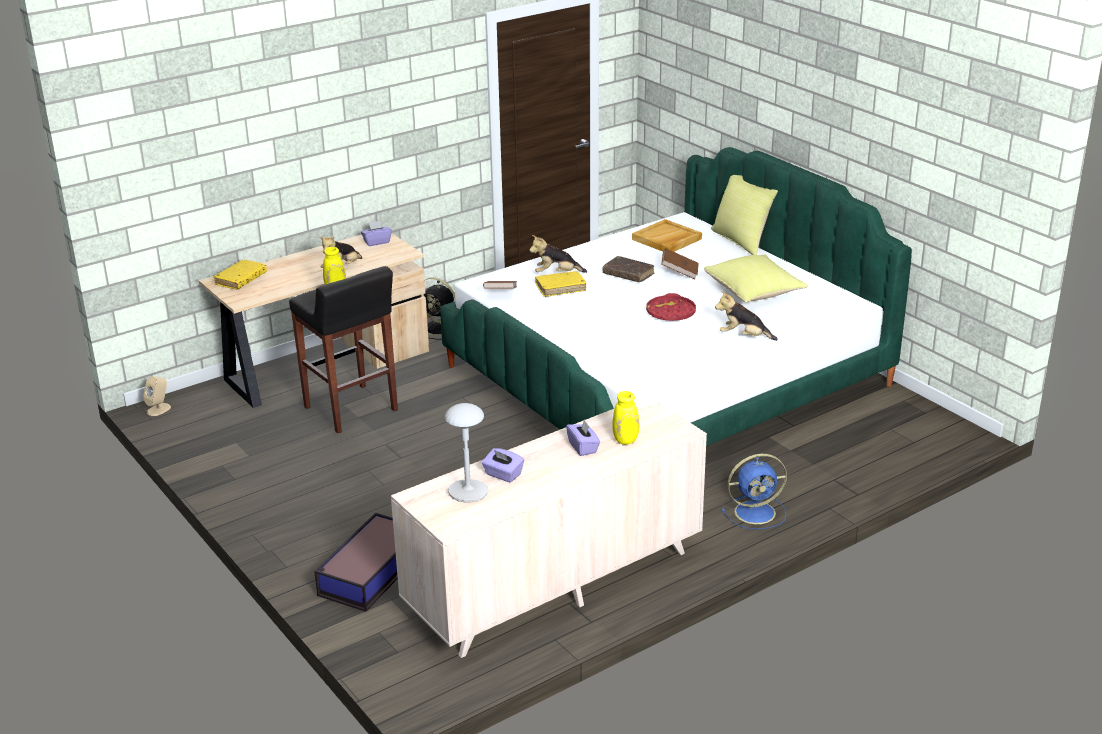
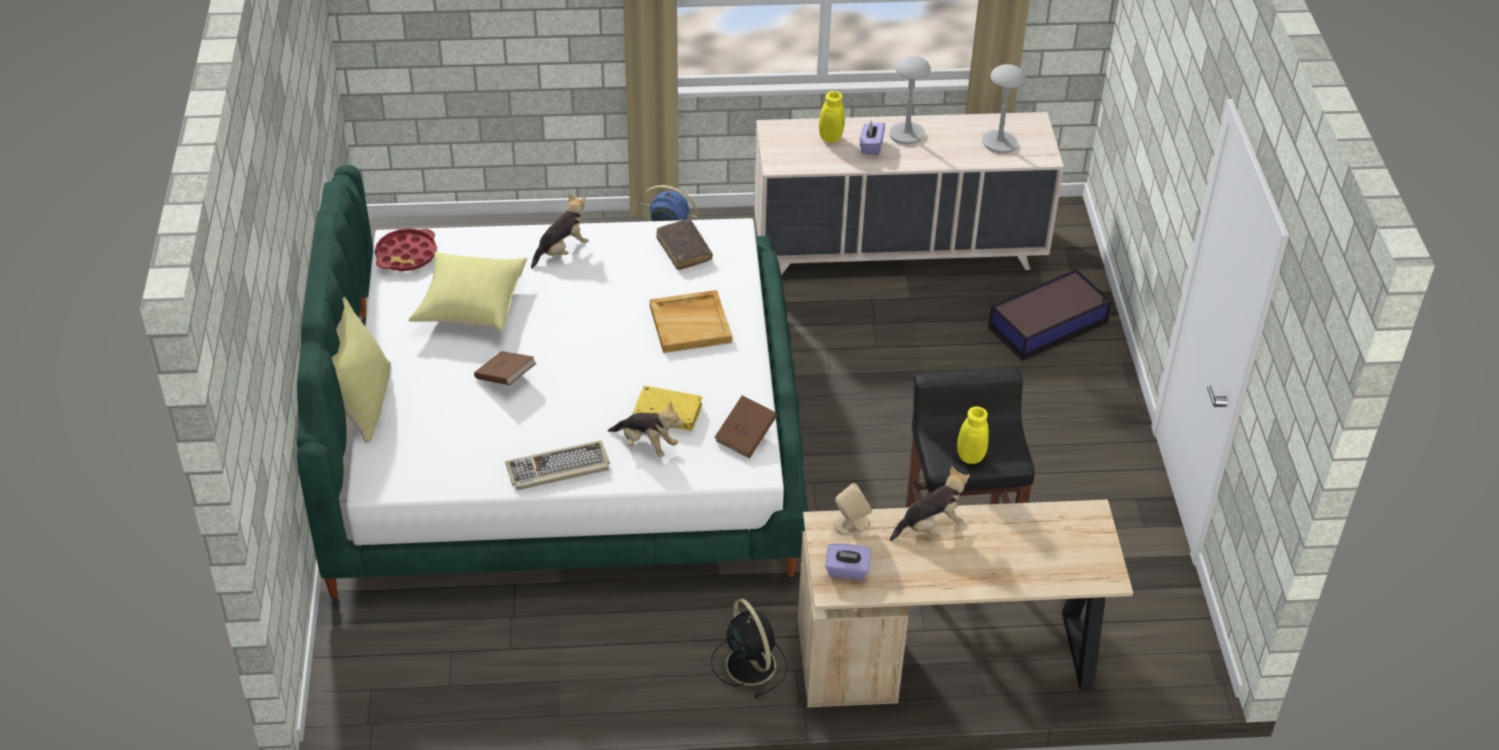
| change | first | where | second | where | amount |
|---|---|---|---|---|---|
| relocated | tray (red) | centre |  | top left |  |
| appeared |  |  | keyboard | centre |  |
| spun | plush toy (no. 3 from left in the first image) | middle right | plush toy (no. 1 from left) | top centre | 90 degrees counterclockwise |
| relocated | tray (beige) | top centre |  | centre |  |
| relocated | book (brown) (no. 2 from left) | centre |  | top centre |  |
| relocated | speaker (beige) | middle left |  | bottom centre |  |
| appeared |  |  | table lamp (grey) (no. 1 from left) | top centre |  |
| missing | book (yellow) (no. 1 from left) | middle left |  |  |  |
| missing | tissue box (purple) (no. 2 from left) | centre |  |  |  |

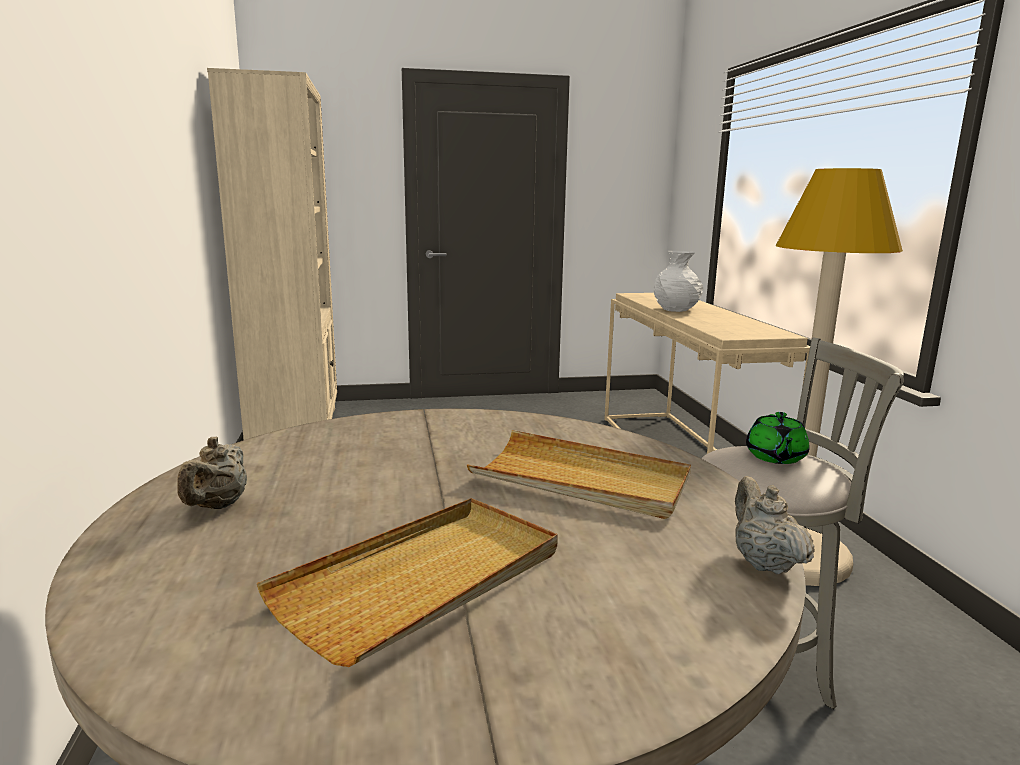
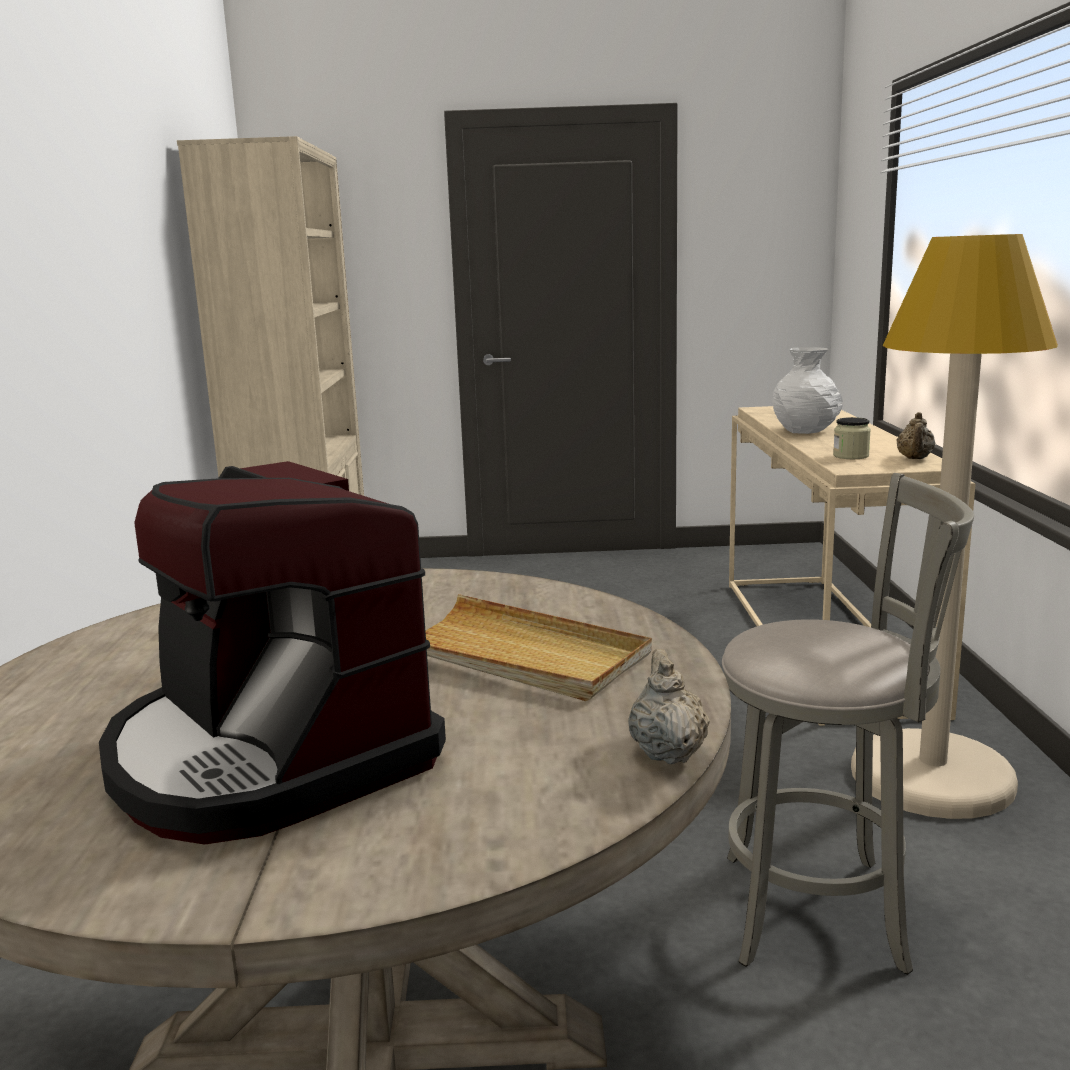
| change | first | where | second | where | amount |
|---|---|---|---|---|---|
| exchanged | tray (beige) (no. 1 from left) | bottom centre | coffee machine | middle left |  |
| appeared |  |  | jar | middle right |  |
| relocated | teapot (beige) (no. 1 from left in the first image) | middle left | teapot (beige) (no. 2 from left) | middle right |  |
| missing | teapot (green) | middle right |  |  |  |

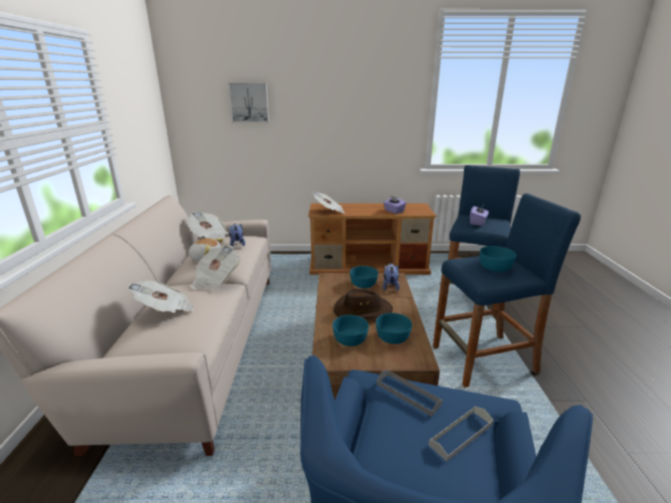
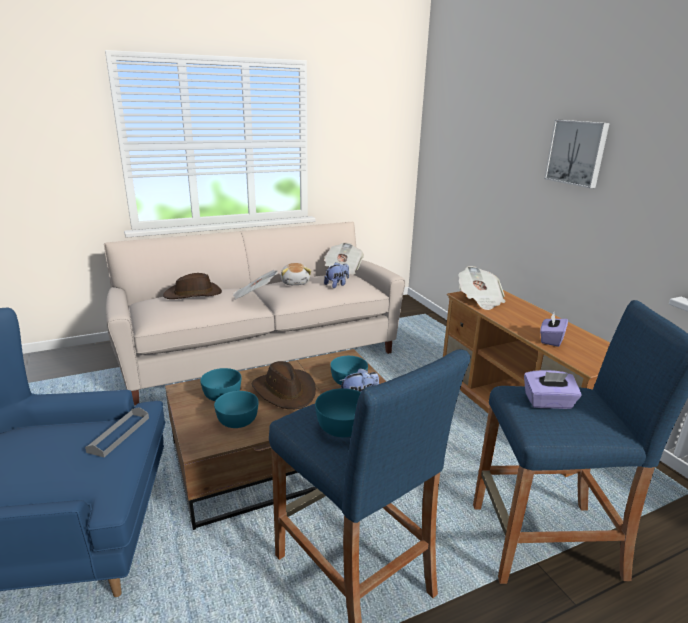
| change | first | where | second | where | amount |
|---|---|---|---|---|---|
| exchanged | newspaper (no. 1 from left) | middle left | hat (brown) (no. 1 from left) | middle left |  |
| relocated | picture | top centre |  | top right |  |
| missing | tray (grey) (no. 2 from left) | bottom right |  |  |  |

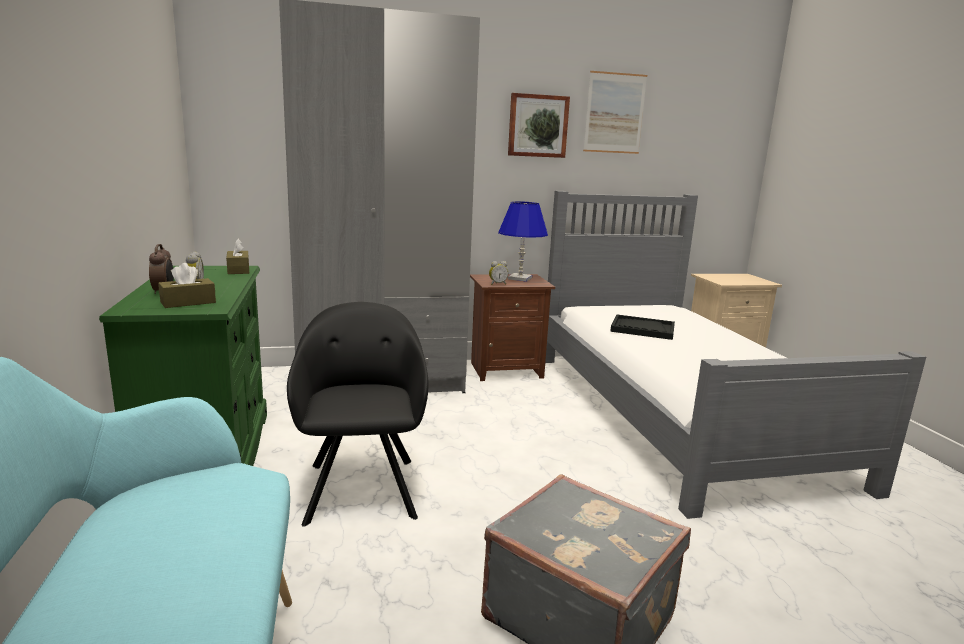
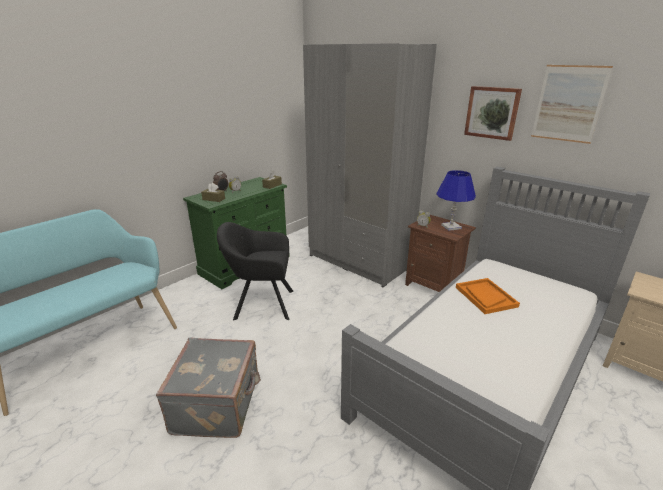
| change | first | where | second | where | amount |
|---|---|---|---|---|---|
| spun | armchair (black) | centre |  | centre | 135 degrees counterclockwise |
| colour | tray (black) | centre | tray (orange) | middle right |  |

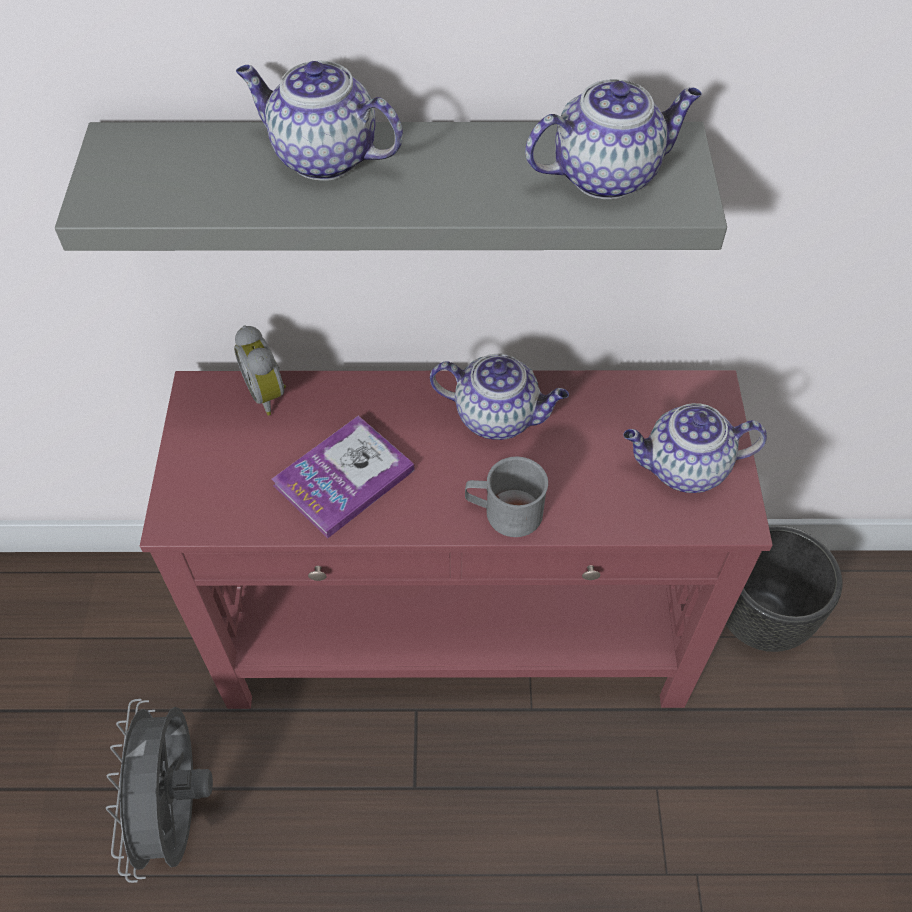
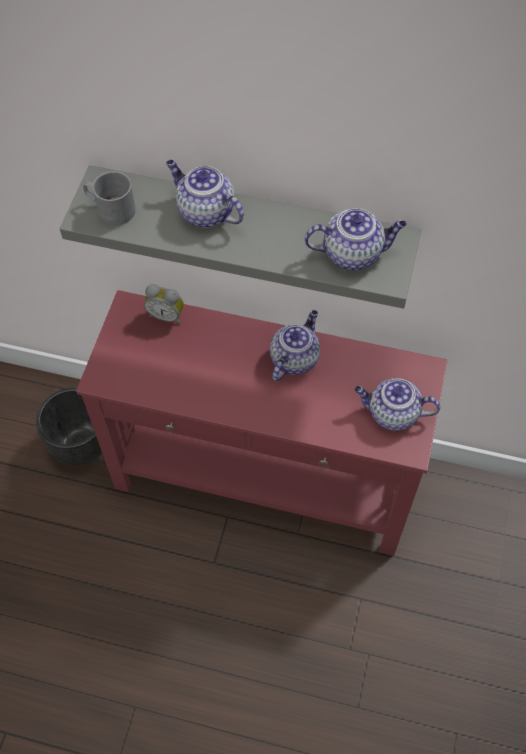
| change | first | where | second | where | amount |
|---|---|---|---|---|---|
| relocated | planter (black) | middle right |  | middle left |  |
| relocated | mug (grey) | centre |  | top left |  |
| spun | alarm clock | middle left |  | middle left | 60 degrees counterclockwise |
| spun | teapot (no. 2 from left) | centre |  | centre | 90 degrees counterclockwise |
| missing | fan (grey) | bottom left |  |  |  |
| missing | book | centre |  |  |  |

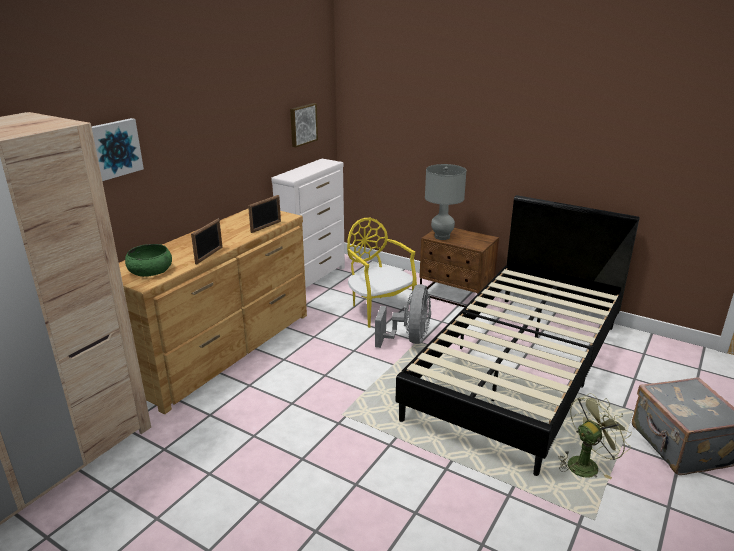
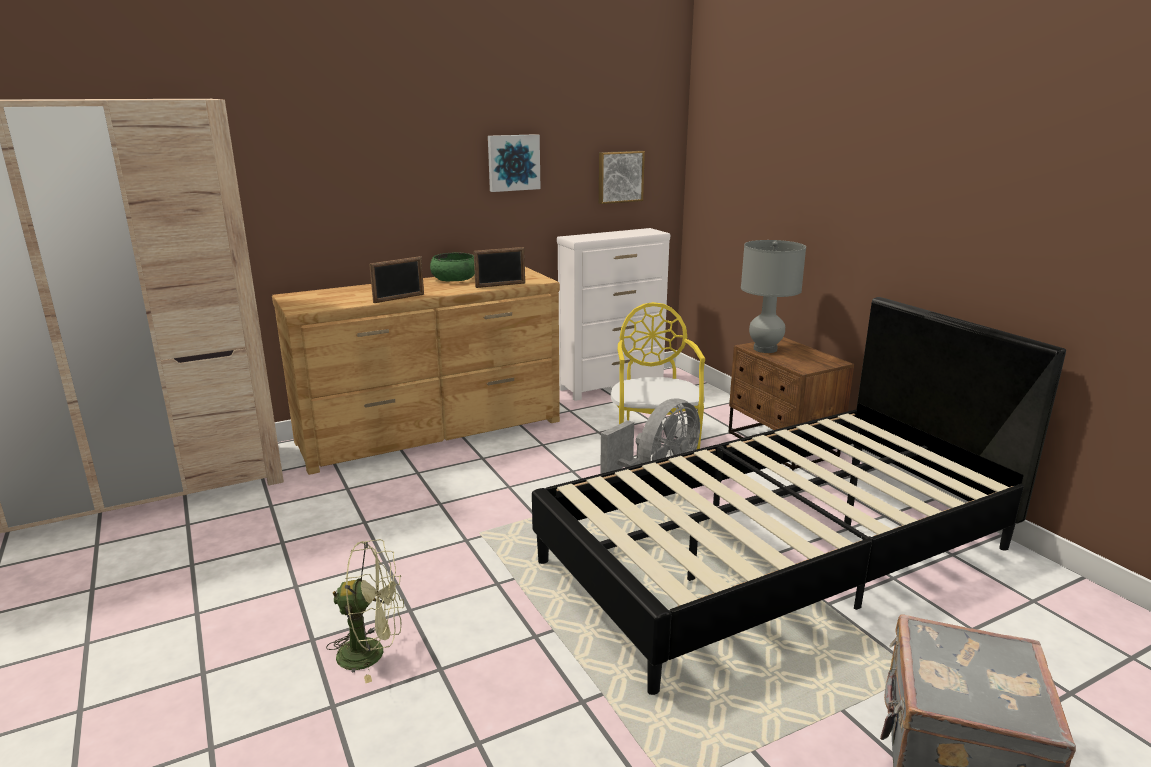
| change | first | where | second | where | amount |
|---|---|---|---|---|---|
| relocated | fan (green) | bottom right |  | bottom left |  |
| relocated | bowl (green) | middle left |  | centre |  |
| relocated | picture (no. 1 from left) | top left |  | top centre |  |

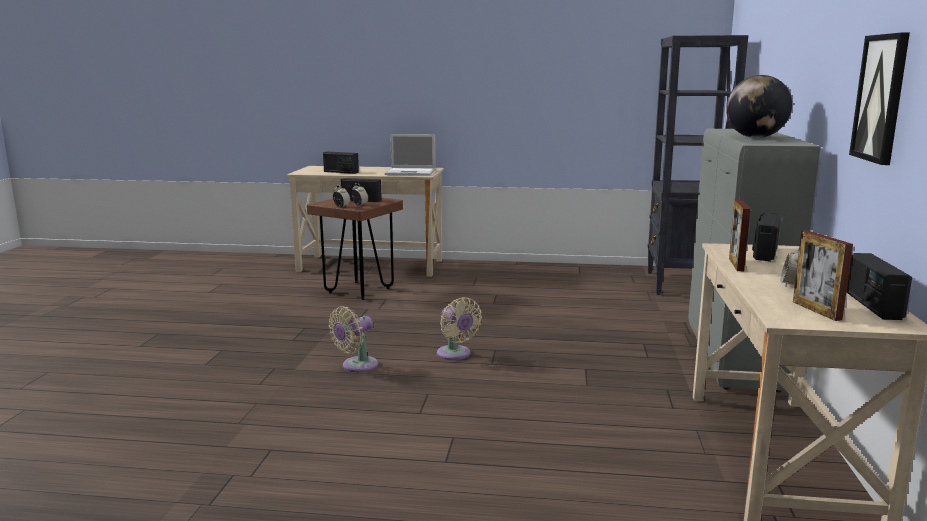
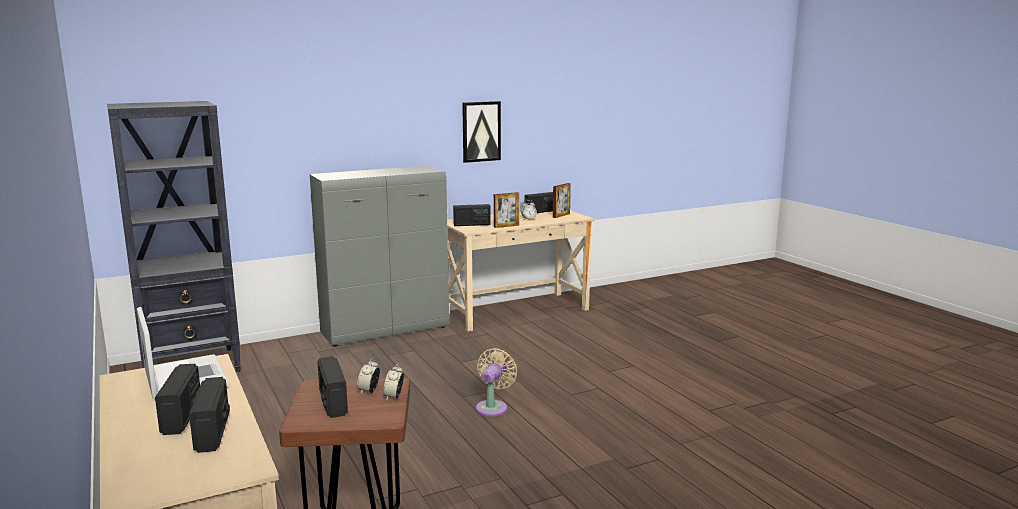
| change | first | where | second | where | amount |
|---|---|---|---|---|---|
| appeared |  |  | radio (no. 1 from left) | bottom left |  |
| missing | fan (beige) (no. 1 from left) | centre |  |  |  |
| missing | globe | top right |  |  |  |

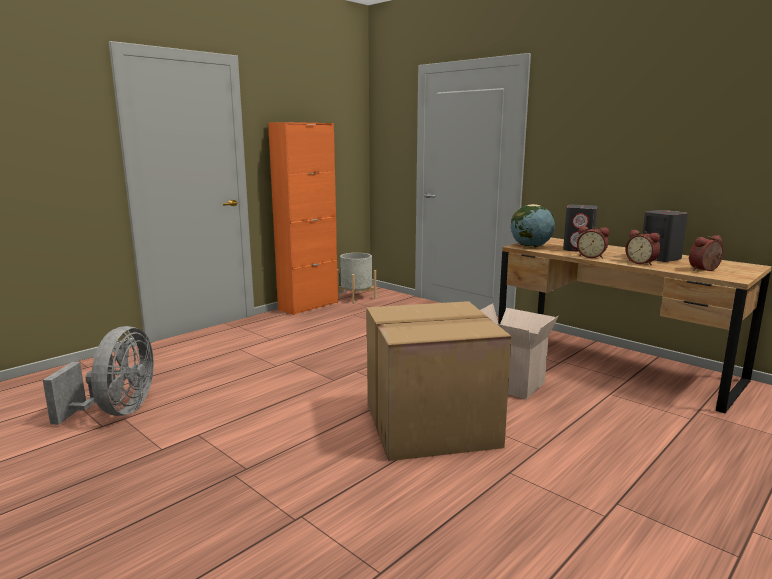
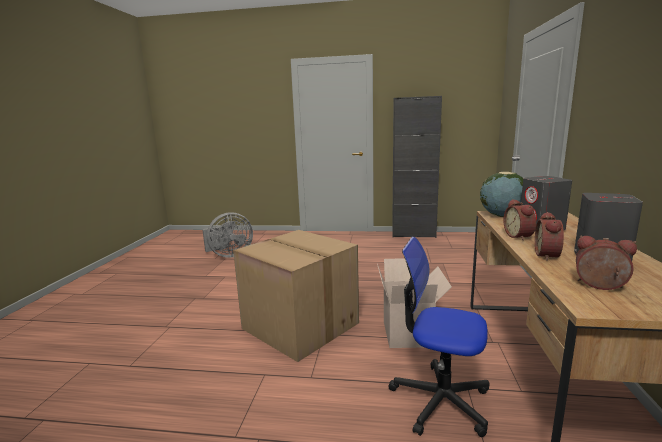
| change | first | where | second | where | amount |
|---|---|---|---|---|---|
| appeared |  |  | office chair | bottom centre |  |
| colour | cabinet (orange) | centre | cabinet (black) | centre |  |
| missing | planter (grey) | centre |  |  |  |

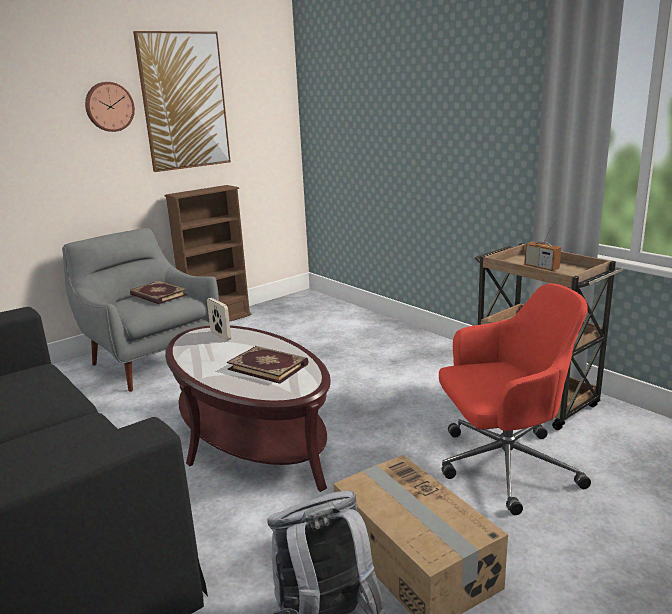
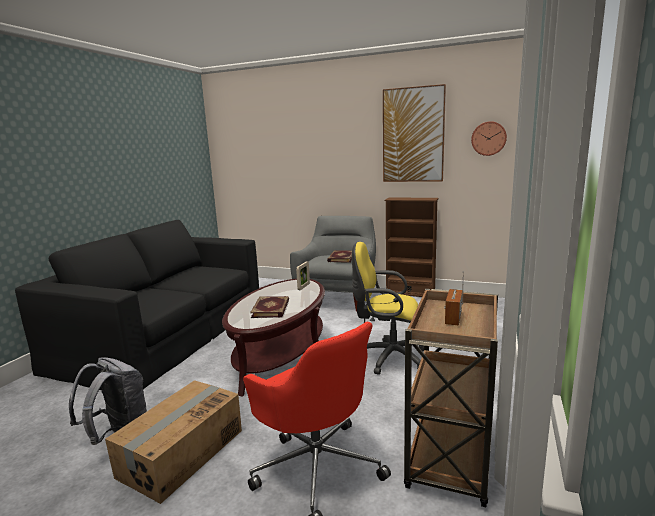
| change | first | where | second | where | amount |
|---|---|---|---|---|---|
| appeared |  |  | office chair (yellow) | centre |  |
| relocated | wall clock | top left |  | top right |  |

